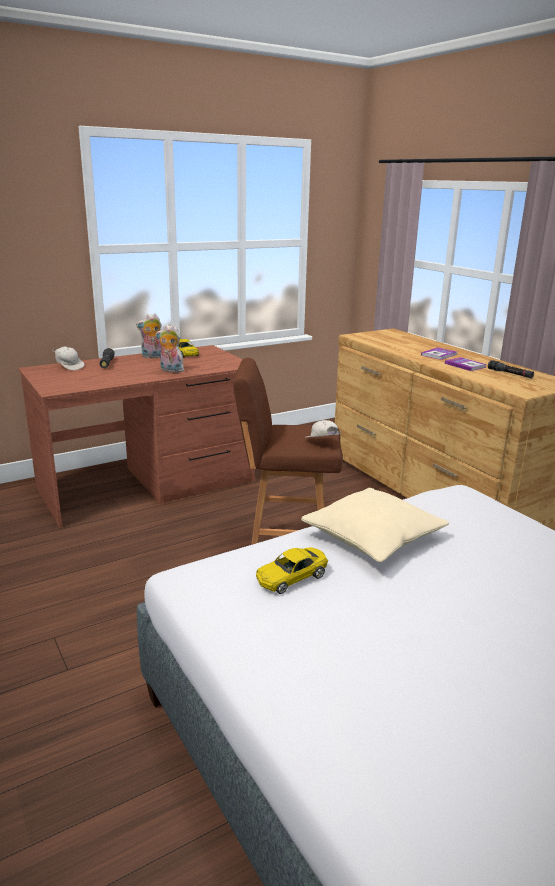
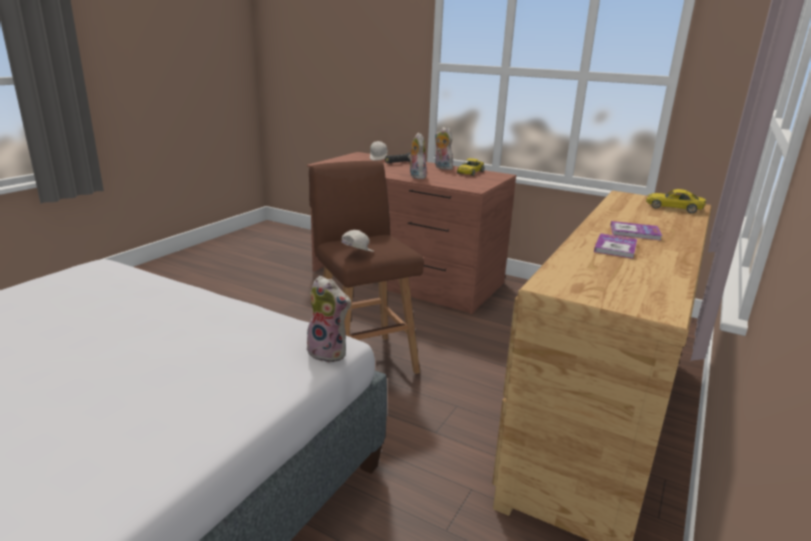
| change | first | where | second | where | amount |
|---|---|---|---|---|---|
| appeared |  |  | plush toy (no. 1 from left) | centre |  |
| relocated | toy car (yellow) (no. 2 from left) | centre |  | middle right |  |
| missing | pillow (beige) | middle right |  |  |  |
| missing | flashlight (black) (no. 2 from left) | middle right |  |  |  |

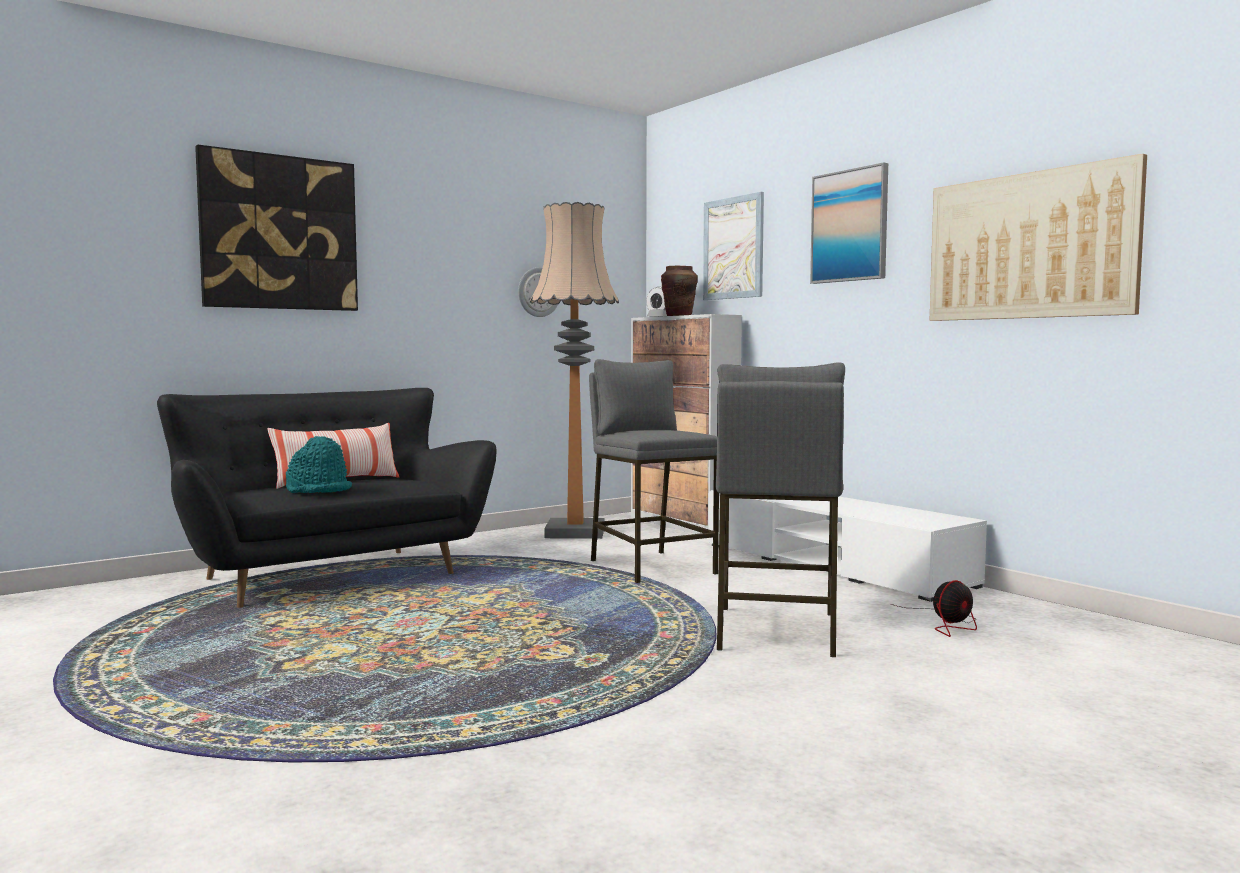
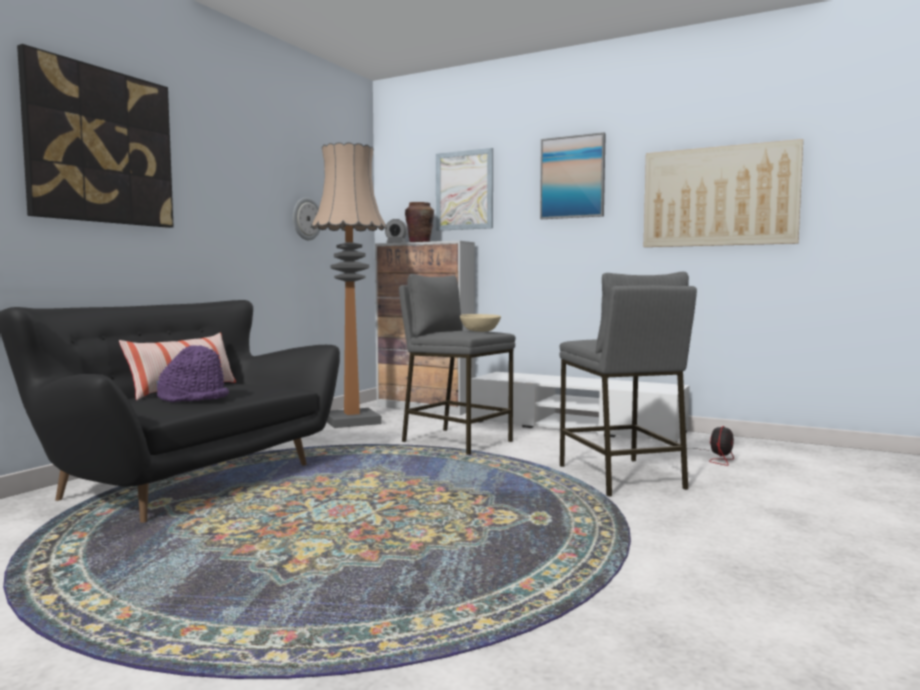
| change | first | where | second | where | amount |
|---|---|---|---|---|---|
| colour | hat (turquoise) | middle left | hat (purple) | middle left |  |
| appeared |  |  | bowl (beige) | centre |  |

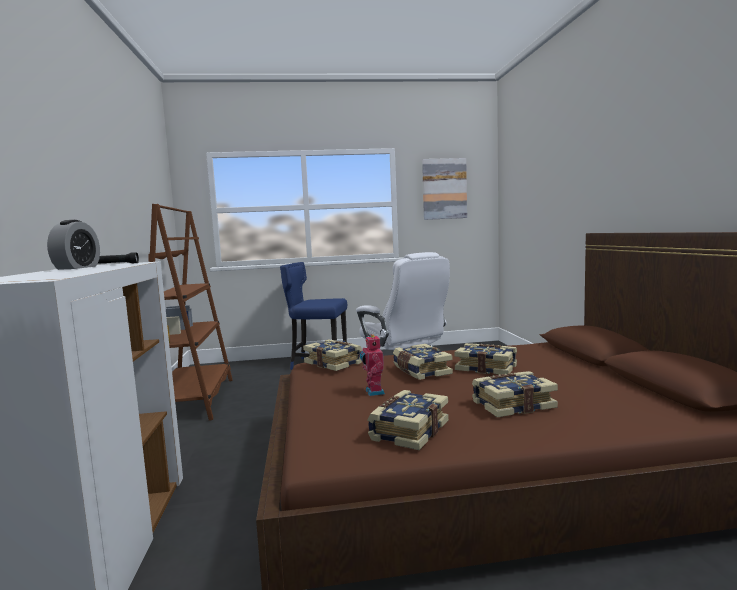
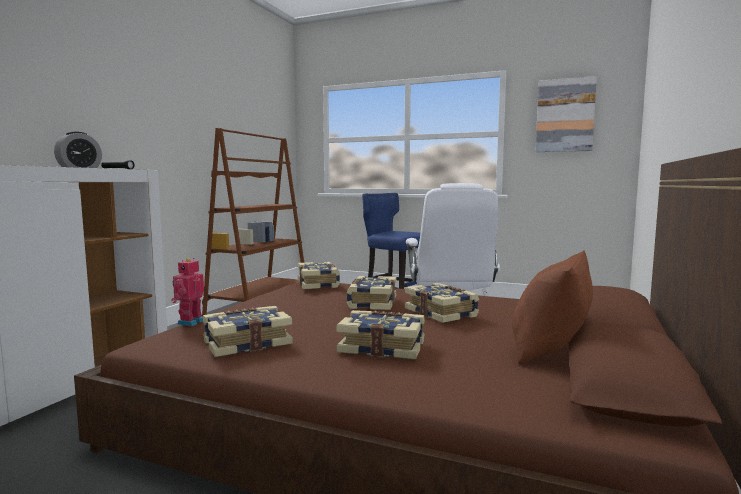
| change | first | where | second | where | amount |
|---|---|---|---|---|---|
| relocated | toy robot | centre |  | middle left |  |
| appeared |  |  | pillow (brown) | middle right |  |

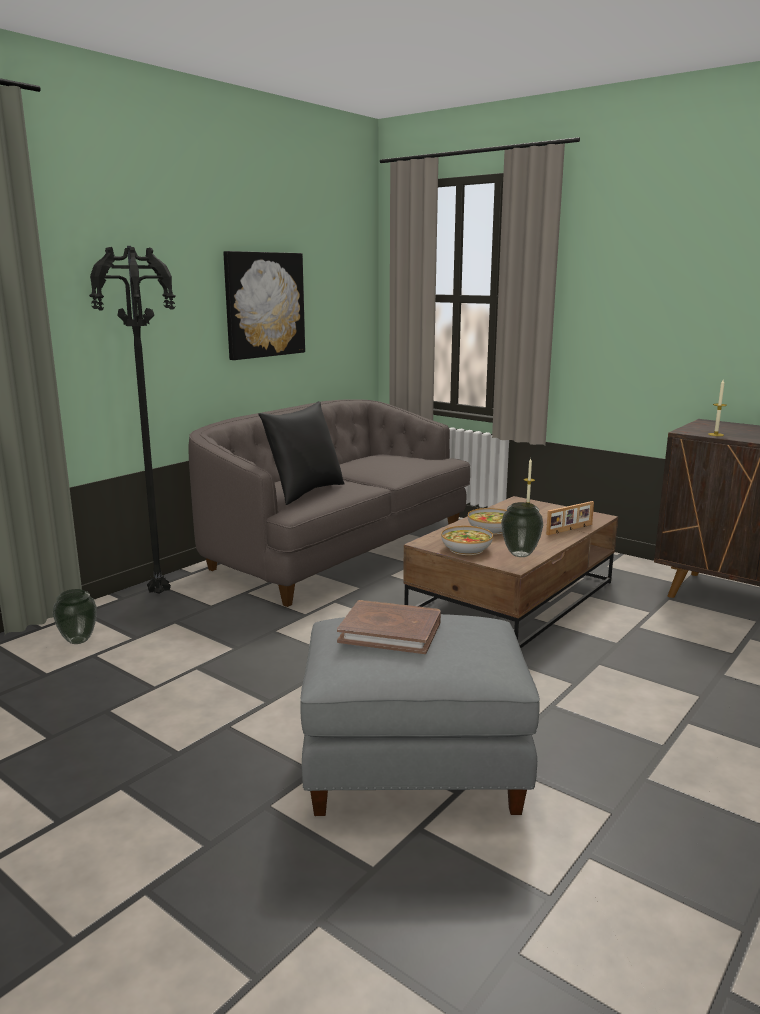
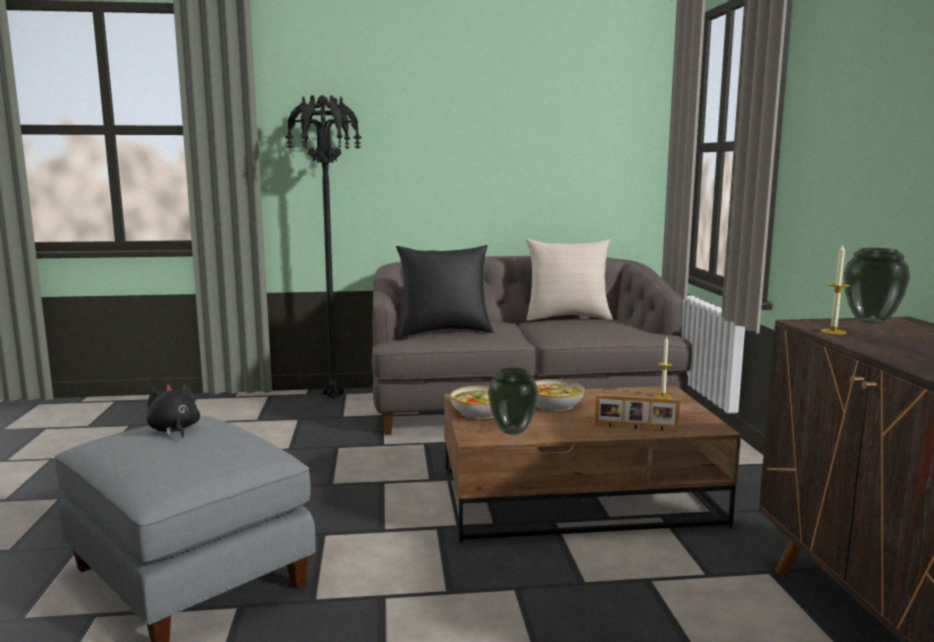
| change | first | where | second | where | amount |
|---|---|---|---|---|---|
| exchanged | book (brown) | centre | plush toy (black) | middle left |  |
| appeared |  |  | pillow (beige) | centre |  |
| relocated | vase (no. 1 from left in the first image) | middle left | vase (no. 2 from left) | middle right |  |
| missing | picture | top centre |  |  |  |

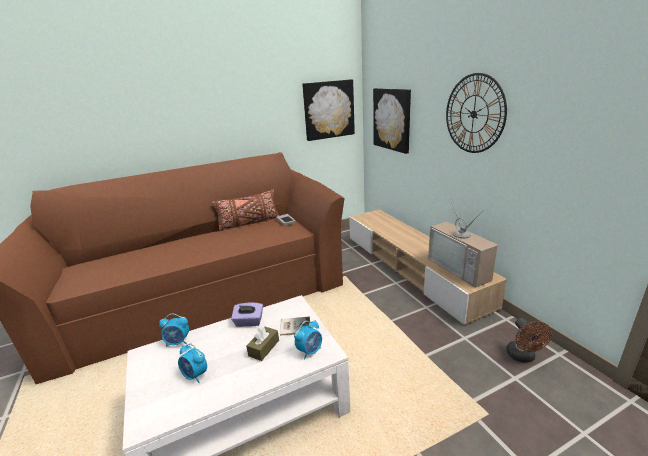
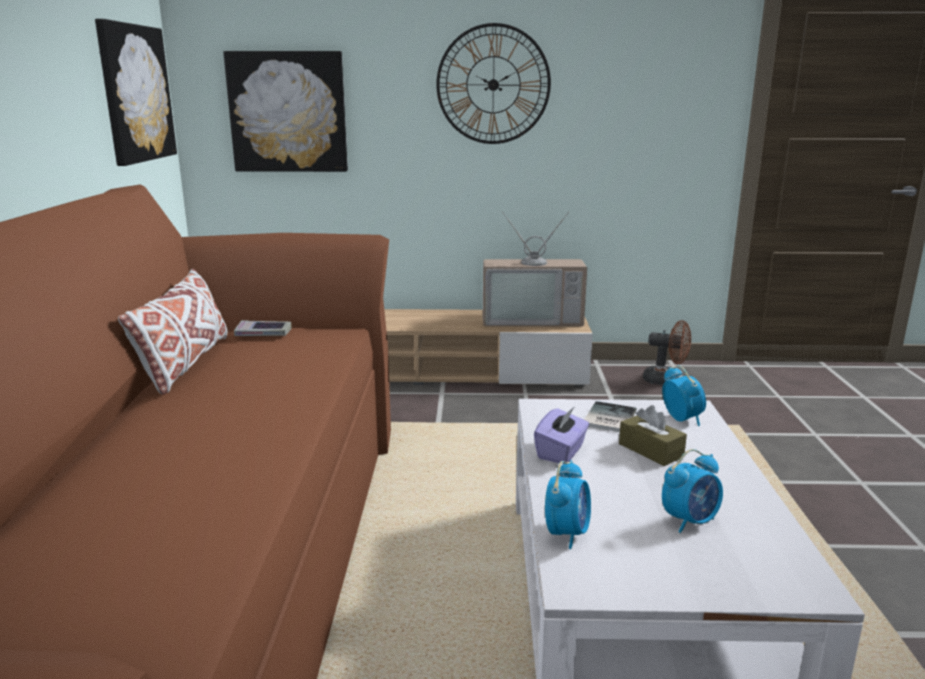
| change | first | where | second | where | amount |
|---|---|---|---|---|---|
| colour | pillow (brown) | centre | pillow (white) | middle left |  |

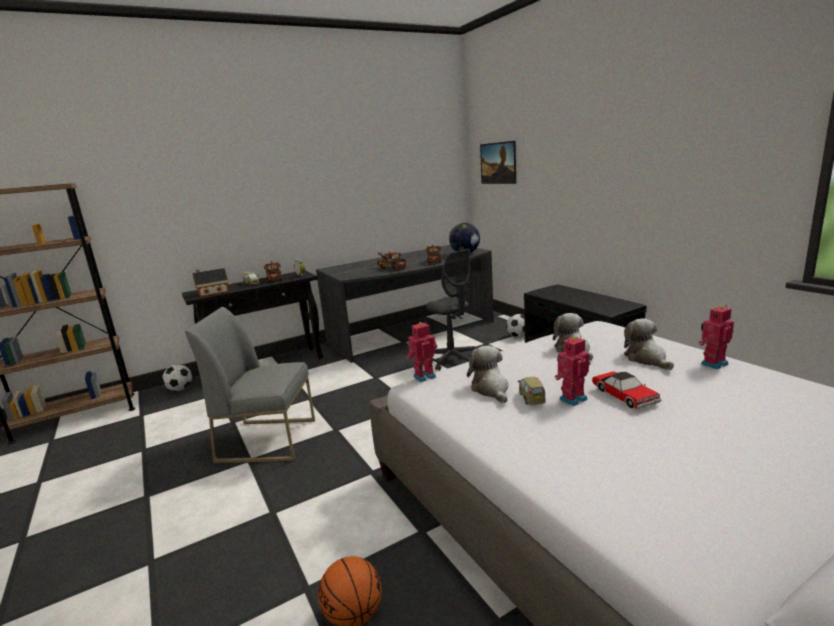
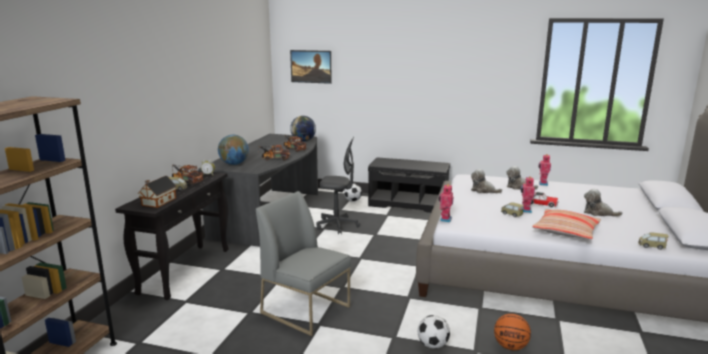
| change | first | where | second | where | amount |
|---|---|---|---|---|---|
| appeared |  |  | globe (no. 1 from left) | middle left |  |
| spun | chair (grey) | middle left |  | bottom centre | 75 degrees clockwise |
| relocated | football (no. 1 from left in the first image) | middle left | football (no. 2 from left) | bottom centre |  |
| appeared |  |  | pillow | middle right |  |
| relocated | plush toy (no. 1 from left in the first image) | centre | plush toy (no. 3 from left) | middle right |  |
| appeared |  |  | toy car (no. 4 from left) | bottom right |  |

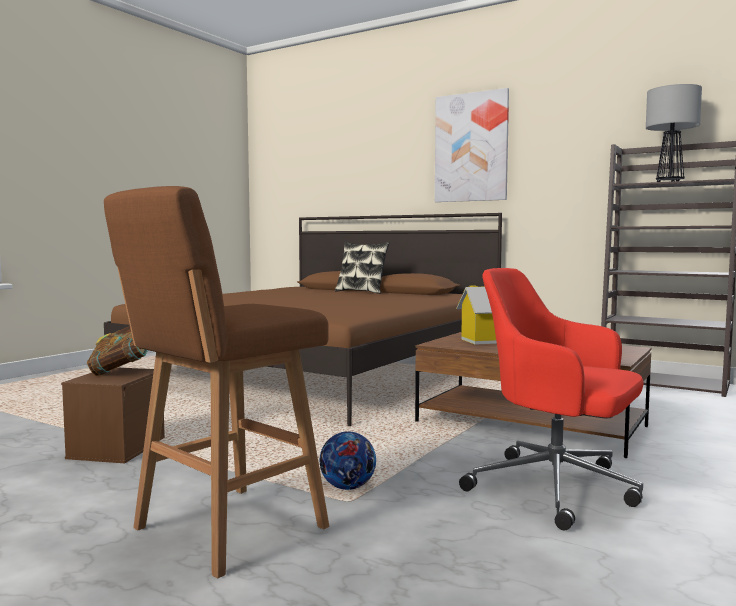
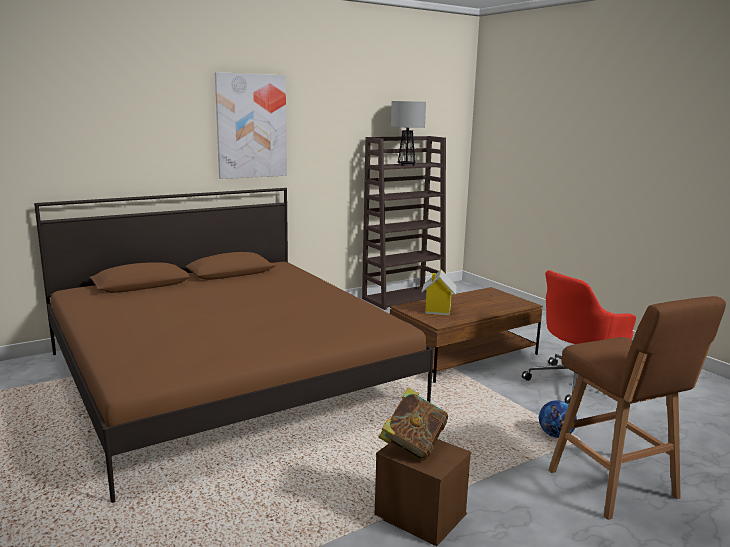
| change | first | where | second | where | amount |
|---|---|---|---|---|---|
| missing | pillow | centre |  |  |  |

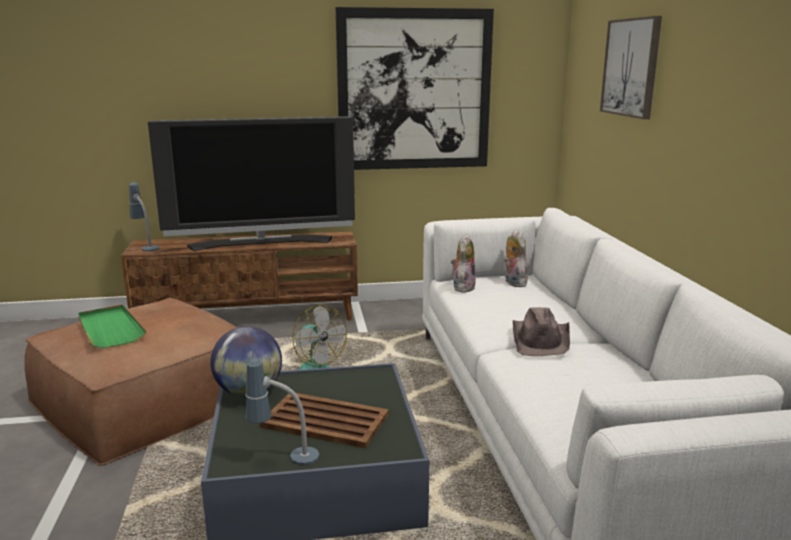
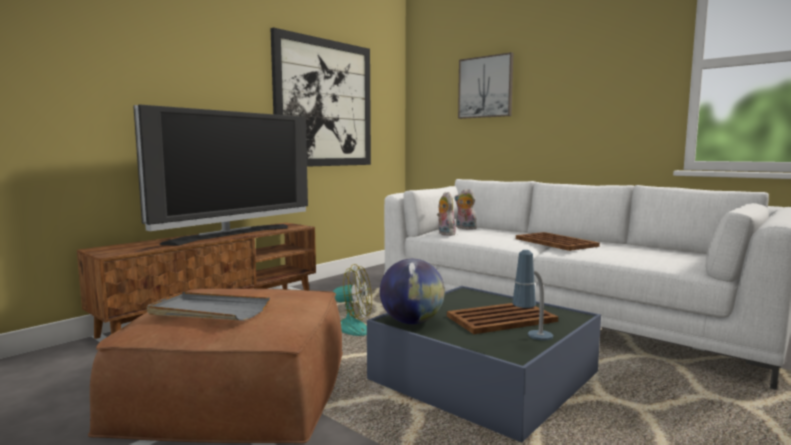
| change | first | where | second | where | amount |
|---|---|---|---|---|---|
| colour | tray (green) | middle left | tray (grey) | bottom left |  |
| exchanged | hat (brown) | middle right | tray (brown) (no. 2 from left) | middle right |  |
| missing | table lamp (no. 1 from left) | middle left |  |  |  |

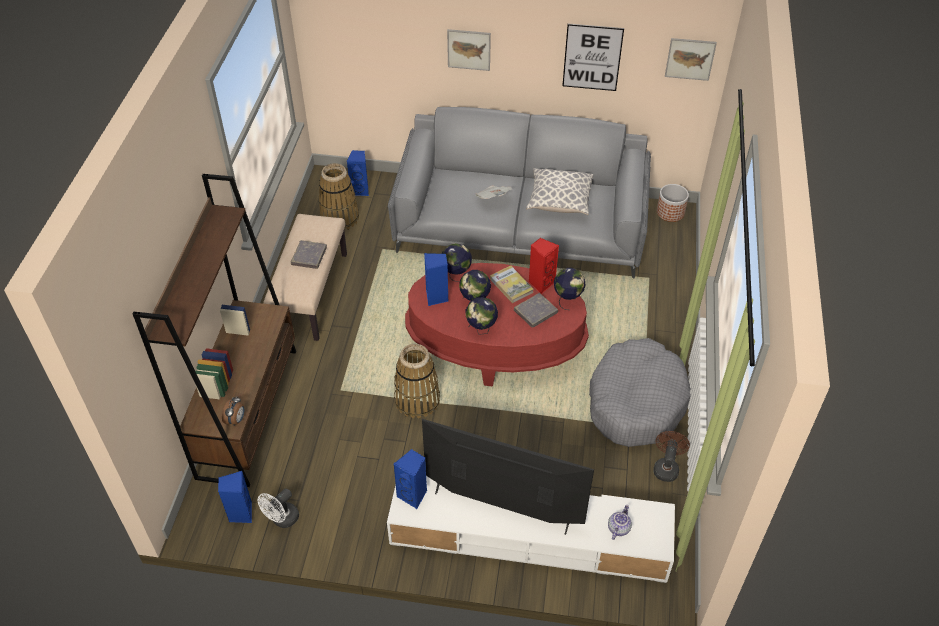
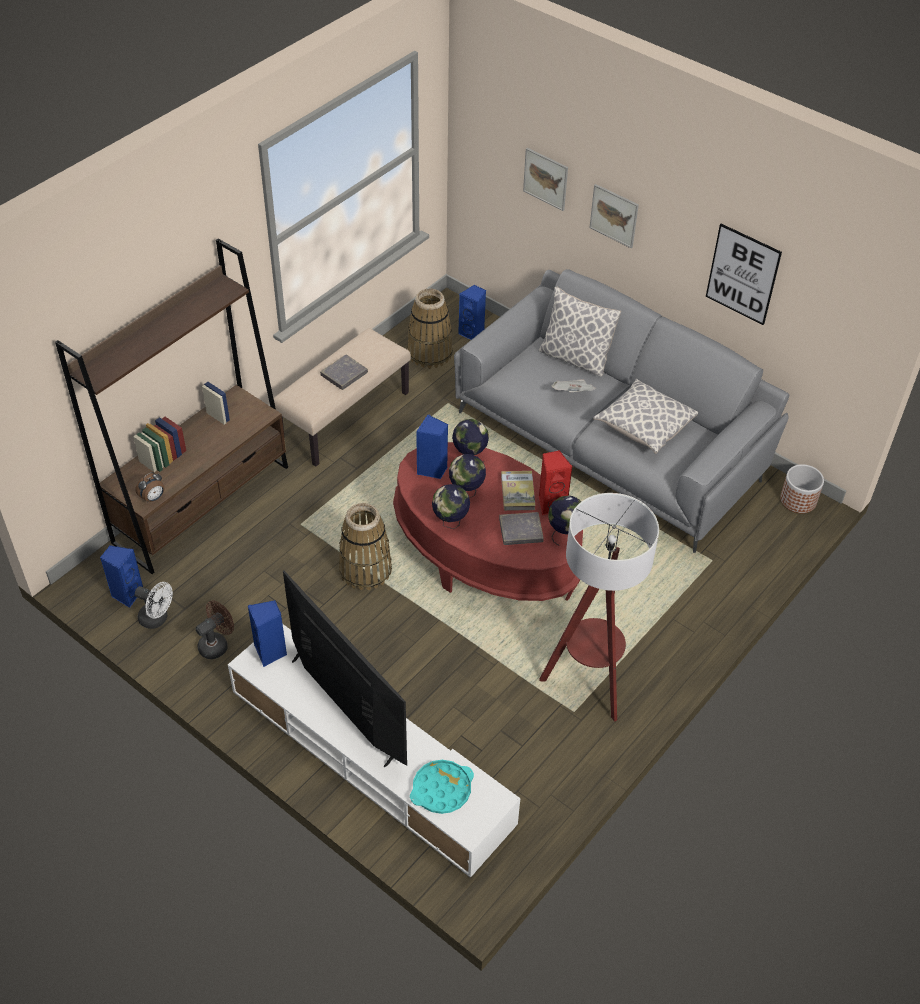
| change | first | where | second | where | amount |
|---|---|---|---|---|---|
| spun | fan (white) | bottom left |  | middle left | 135 degrees counterclockwise |
| relocated | fan (brown) | bottom right |  | middle left |  |
| exchanged | teapot | bottom centre | tray (turquoise) | bottom centre |  |
| relocated | picture (no. 3 from left in the first image) | top right | picture (no. 1 from left) | top centre |  |
| appeared |  |  | pillow (no. 1 from left) | top centre |  |
| exchanged | dog bed (grey) | middle right | floor lamp | centre |  |

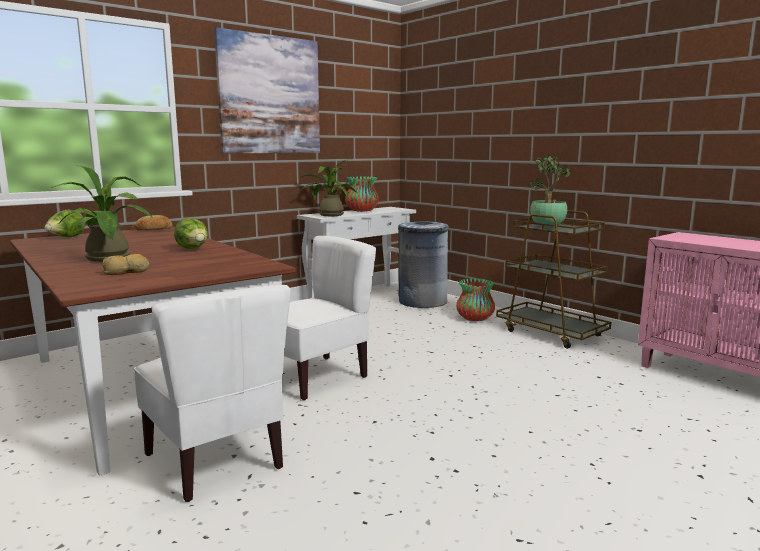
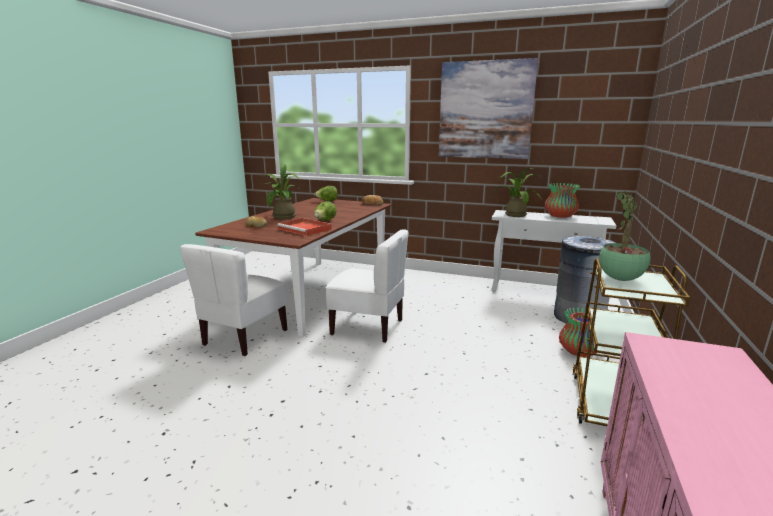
| change | first | where | second | where | amount |
|---|---|---|---|---|---|
| appeared |  |  | tray (red) | centre |  |

